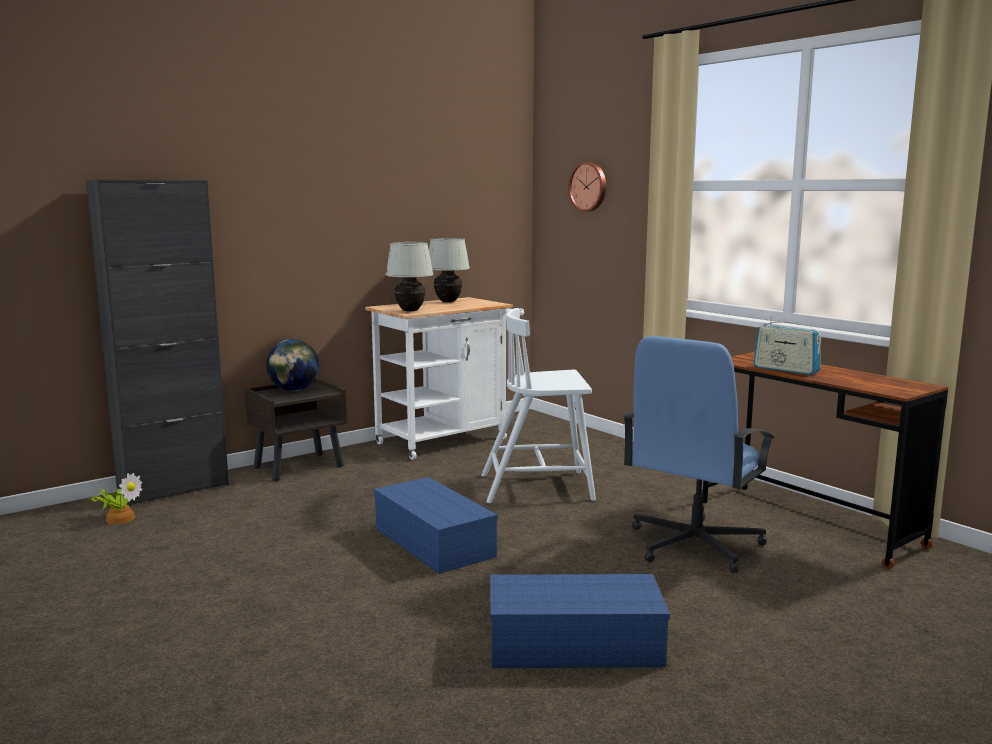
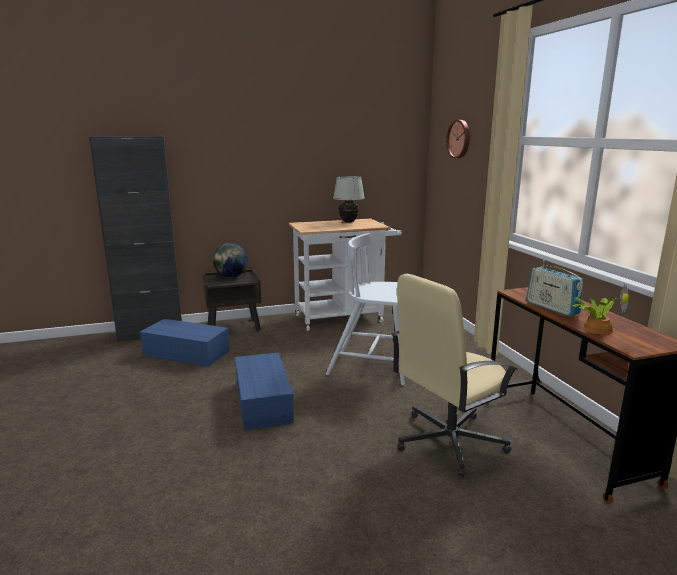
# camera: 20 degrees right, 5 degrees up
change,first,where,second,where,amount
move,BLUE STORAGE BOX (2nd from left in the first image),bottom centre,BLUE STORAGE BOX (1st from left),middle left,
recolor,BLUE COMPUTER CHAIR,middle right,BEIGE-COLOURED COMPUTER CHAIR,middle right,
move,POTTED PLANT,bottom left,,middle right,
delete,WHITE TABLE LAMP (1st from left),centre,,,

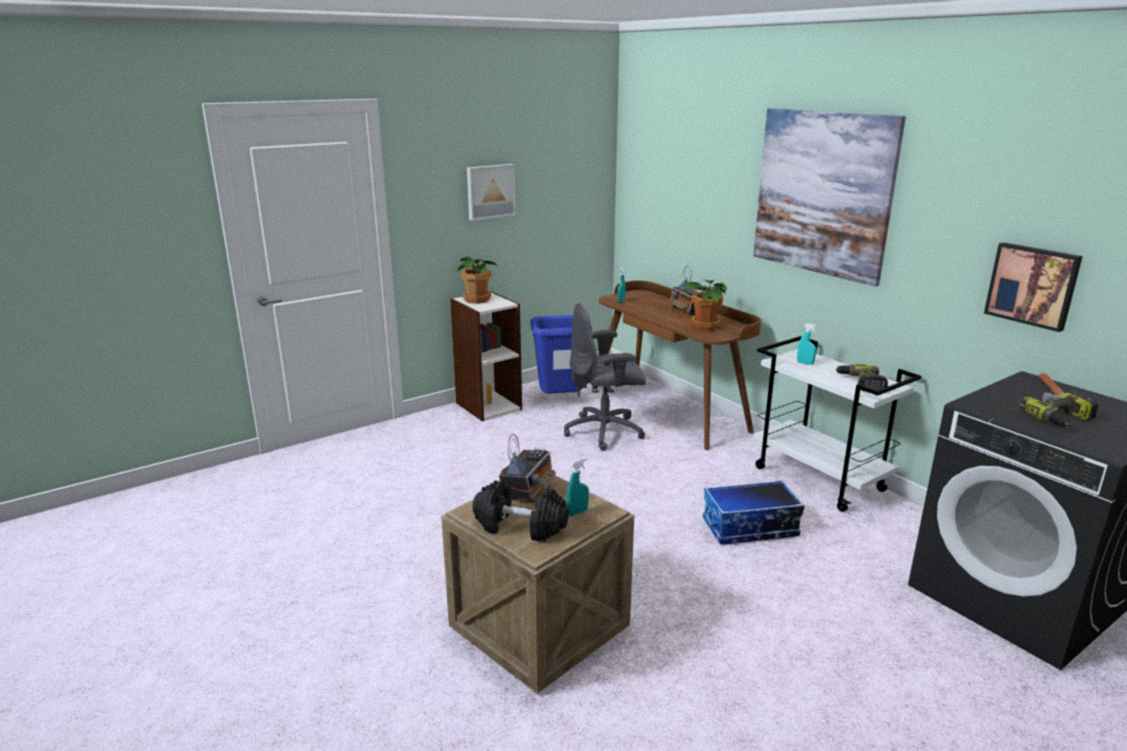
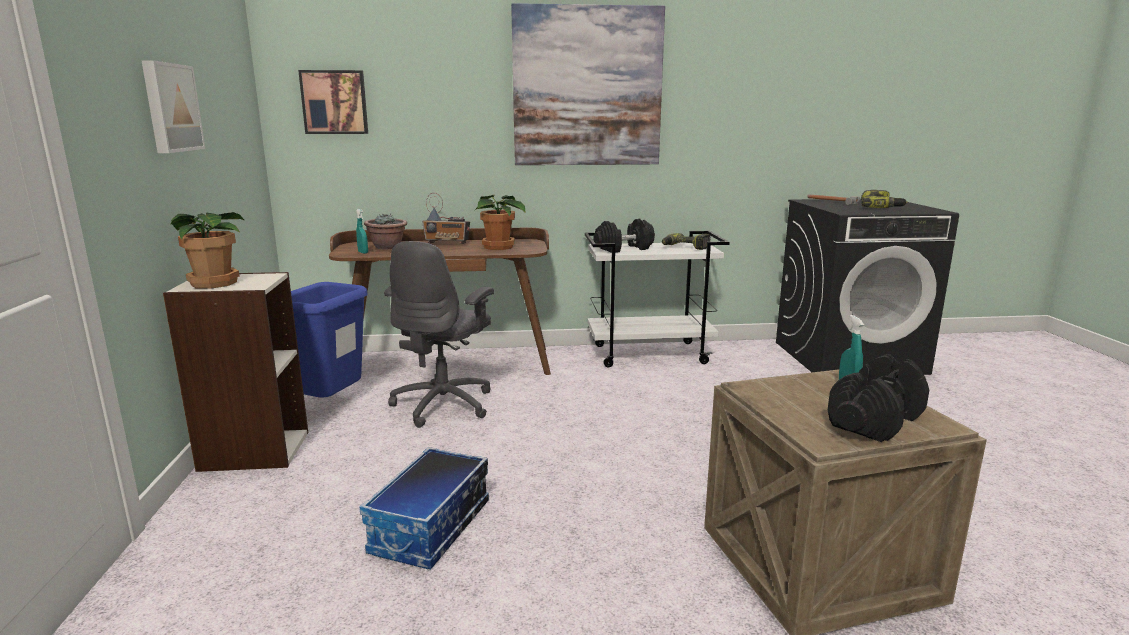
# camera: 60 degrees left, 5 degrees down
change,first,where,second,where,amount
move,WALL PICTURE (3rd from left in the first image),middle right,WALL PICTURE (2nd from left),top left,
move,STORAGE BOX,bottom right,,bottom centre,
insert,,,POTTED PLANT (2nd from left),centre,
replace,TURQUOISE-COLOURED SPRAY BOTTLE (3rd from left),middle right,BLACKISH DUMBBELL (1st from left),centre,
delete,RADIO (1st from left),centre,,,

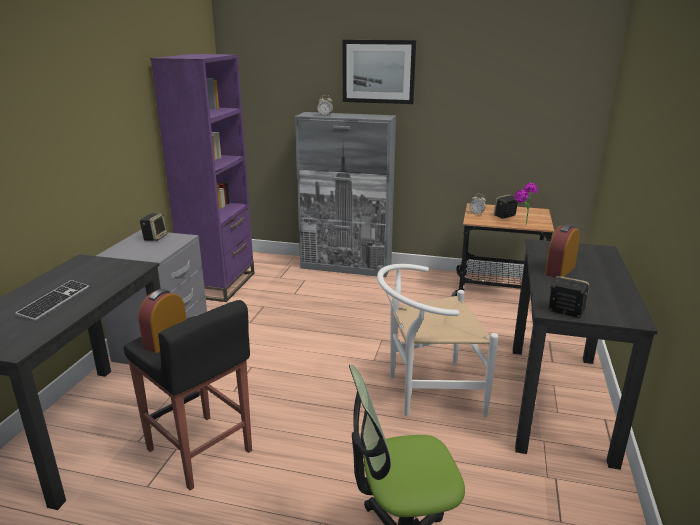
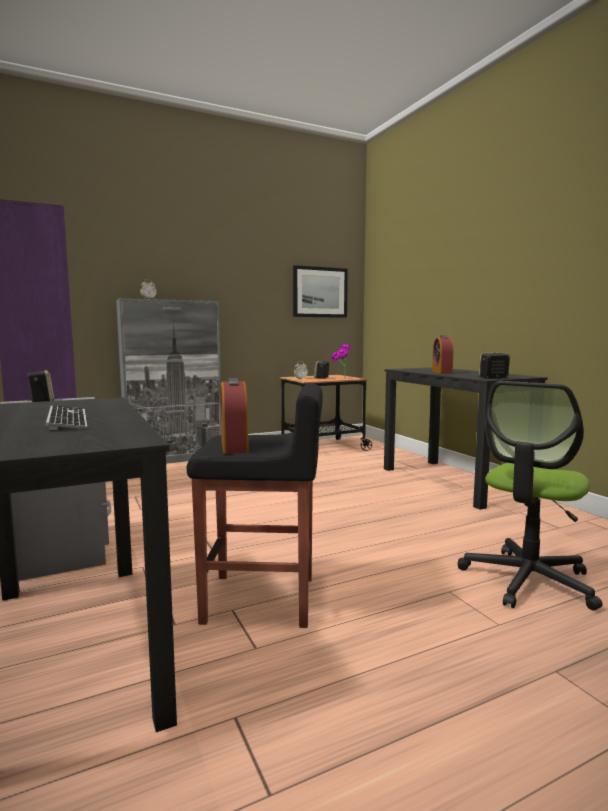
# camera: 40 degrees left, 15 degrees down
change,first,where,second,where,amount
move,WALL PICTURE,top centre,,centre,
delete,WHITE CHAIR,centre,,,

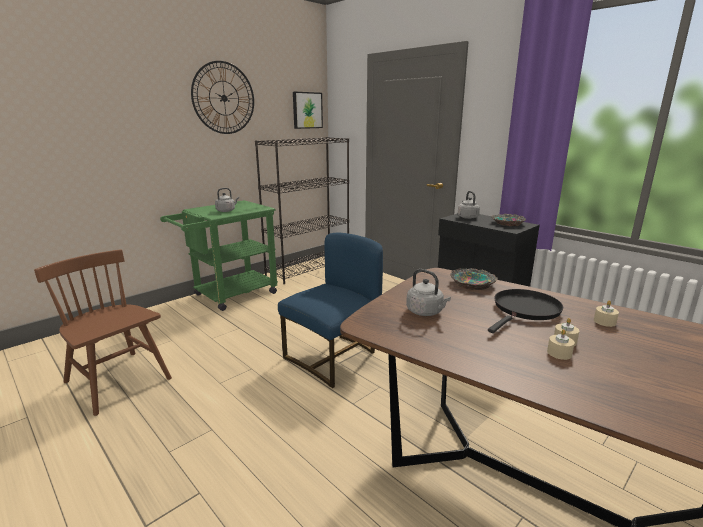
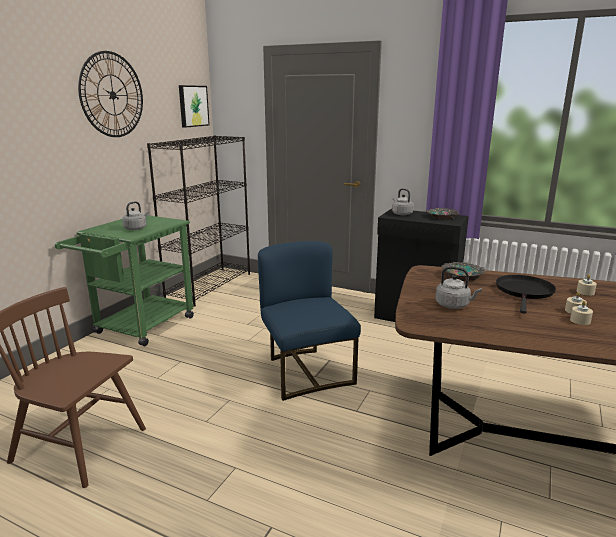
# camera: 20 degrees left, 0 degrees up
change,first,where,second,where,amount
rotate,BLUE CHAIR,centre,,centre,45 degrees counterclockwise

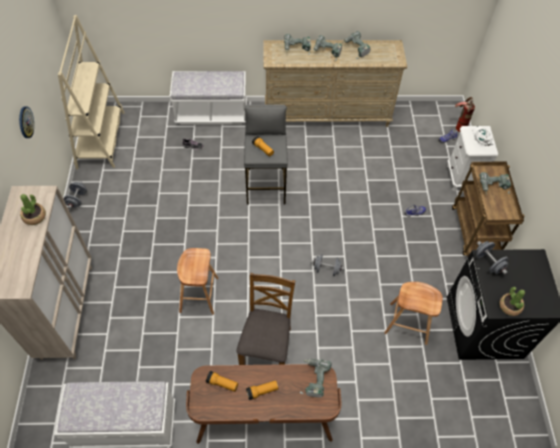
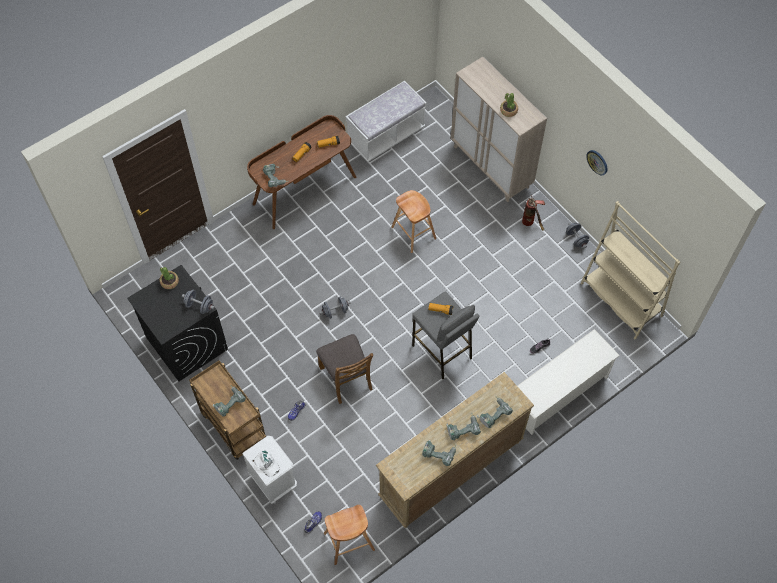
# camera: 145 degrees right, 5 degrees up
change,first,where,second,where,amount
move,BROWNISH CHAIR,bottom centre,,centre,
move,BROWNISH STOOL (2nd from left in the first image),bottom right,BROWNISH STOOL (1st from left),bottom centre,
replace,WHITE INDOOR BENCH (2nd from left),top centre,WHITE SHOE RACK,middle right,
move,FIRE EXTINGUISHER,top right,,middle right,

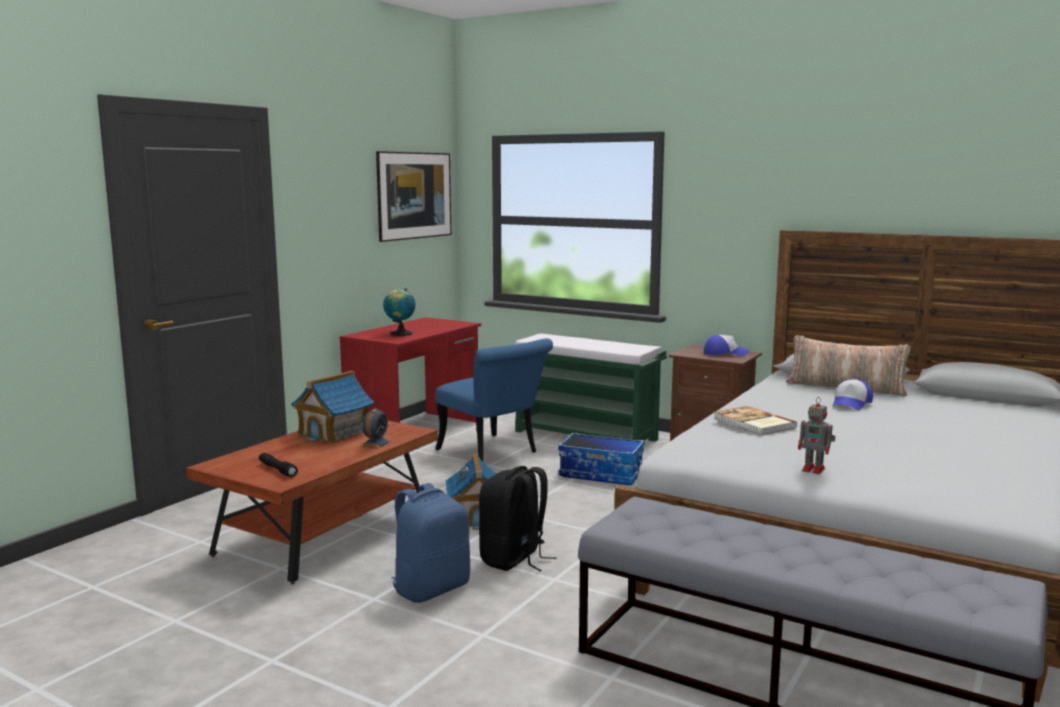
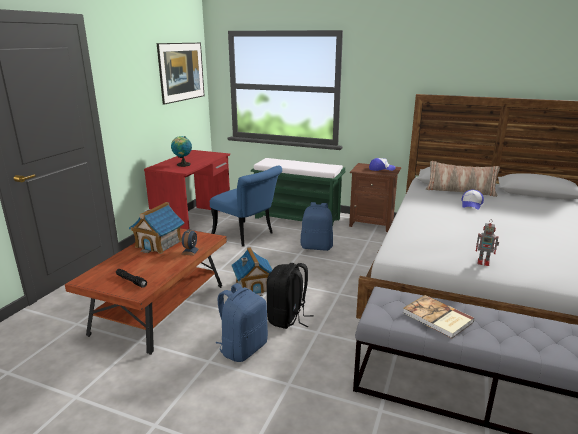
# camera: 10 degrees left, 10 degrees up
change,first,where,second,where,amount
replace,STORAGE BOX,centre,BLUE RUCKSACK (2nd from left),centre,
move,BOOK,middle right,,bottom right,

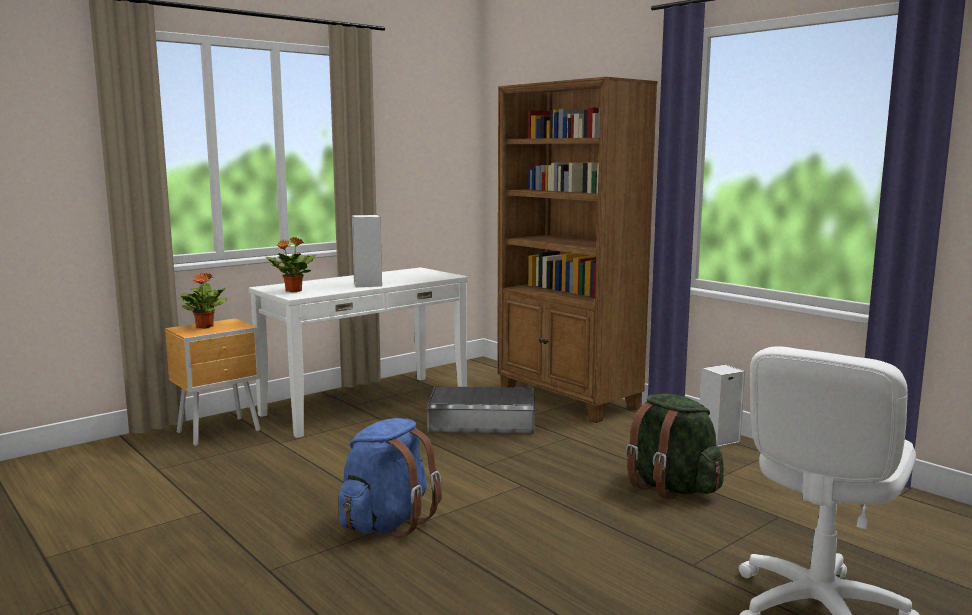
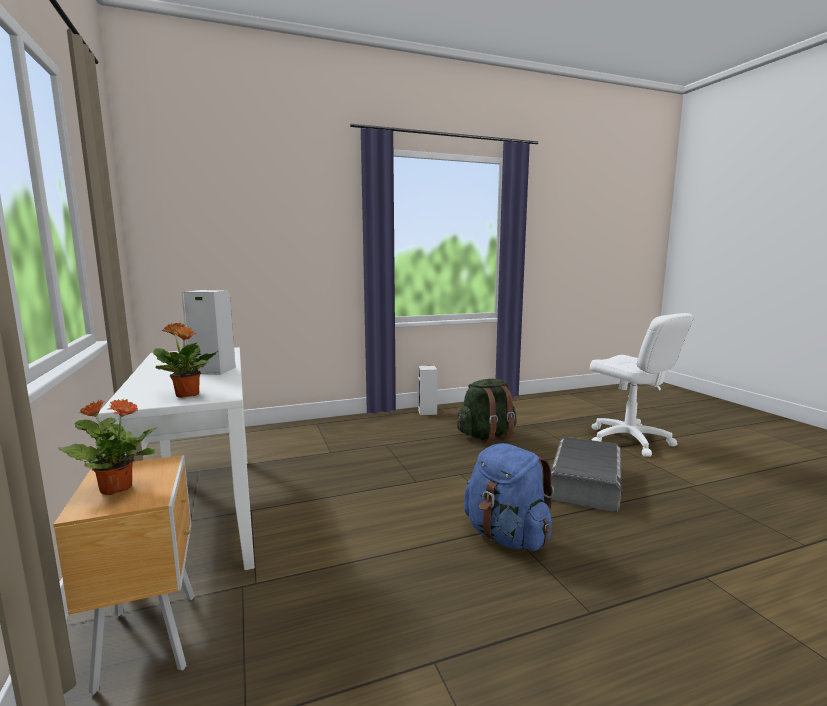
# camera: 70 degrees left, 0 degrees up
change,first,where,second,where,amount
move,GREYISH STORAGE BOX,bottom centre,,bottom right,
delete,BROWNISH BOOKSHELF,centre,,,

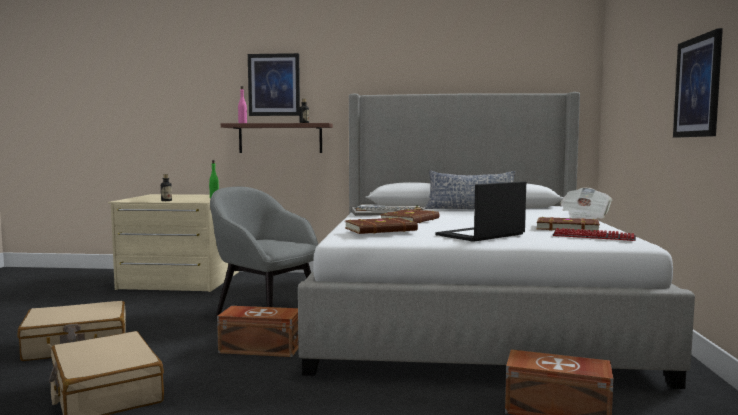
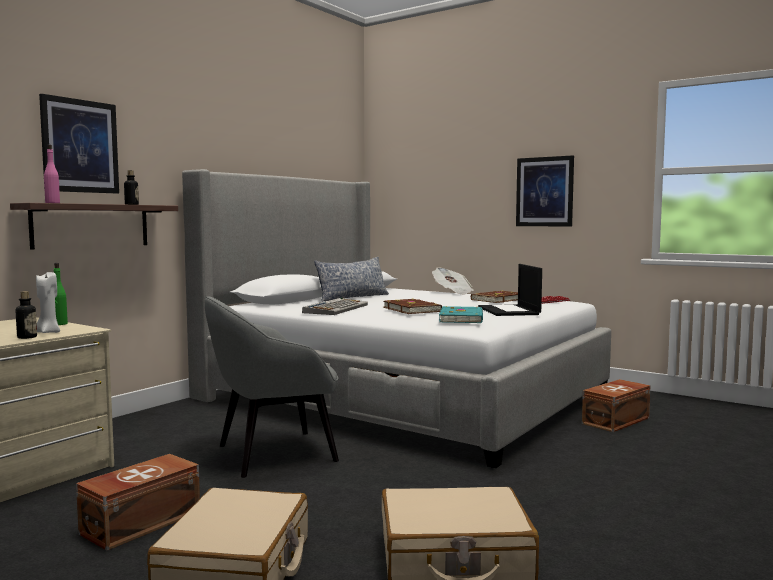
# camera: 60 degrees left, 0 degrees up
change,first,where,second,where,amount
insert,,,WHITE CANDLE,middle left,
move,BROWNISH STORAGE BOX (1st from left),bottom centre,,bottom left,
recolor,BROWNISH BOOK (1st from left),centre,TURQUOISE-COLOURED BOOK,centre,

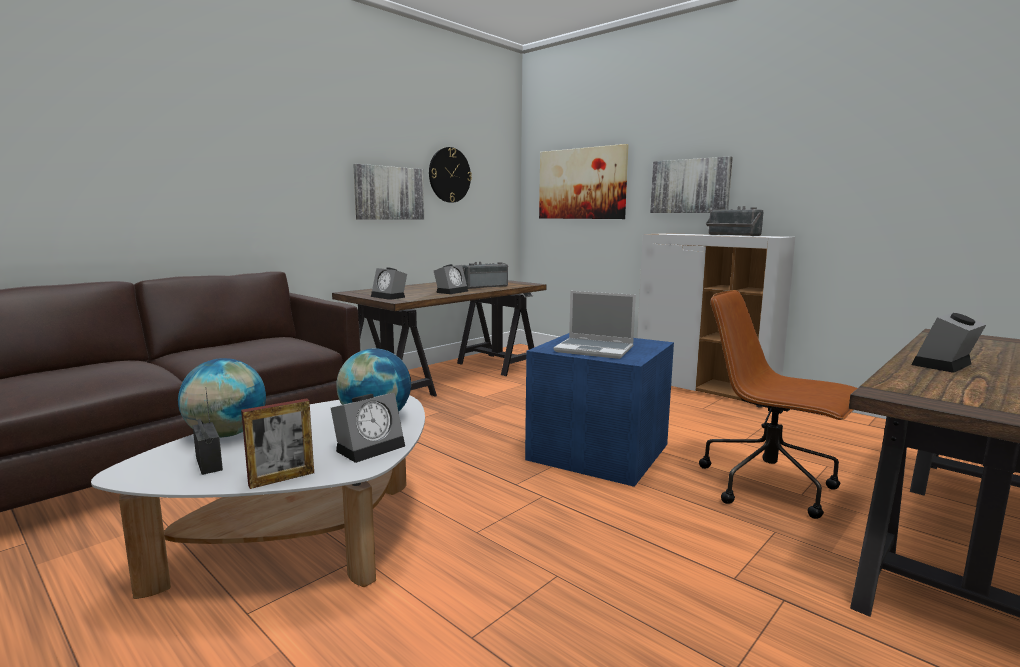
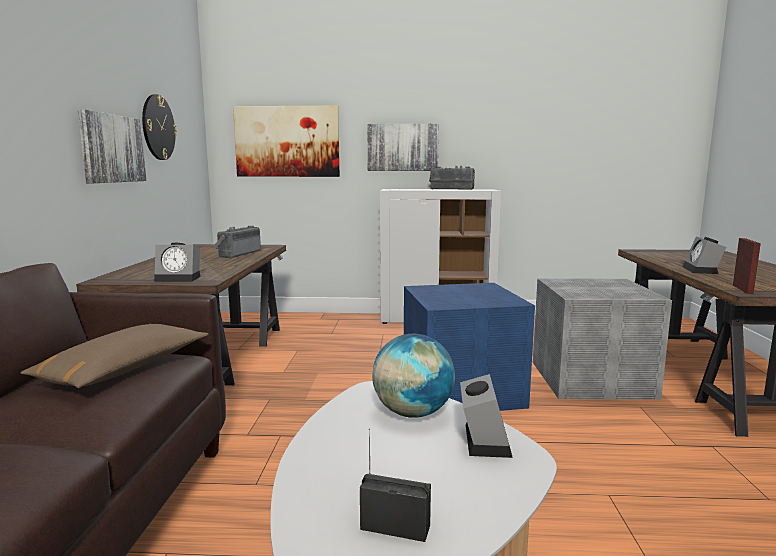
# camera: 40 degrees left, 0 degrees up
change,first,where,second,where,amount
insert,,,BROWNISH THROW PILLOW,middle left,
replace,BROWNISH COMPUTER CHAIR,middle right,GREYISH STORAGE BOX,middle right,
move,PHOTO FRAME,middle left,,middle right,
delete,GLOBE (1st from left),middle left,,,
delete,TABLE CLOCK (3rd from left),centre,,,
delete,LAPTOP,centre,,,

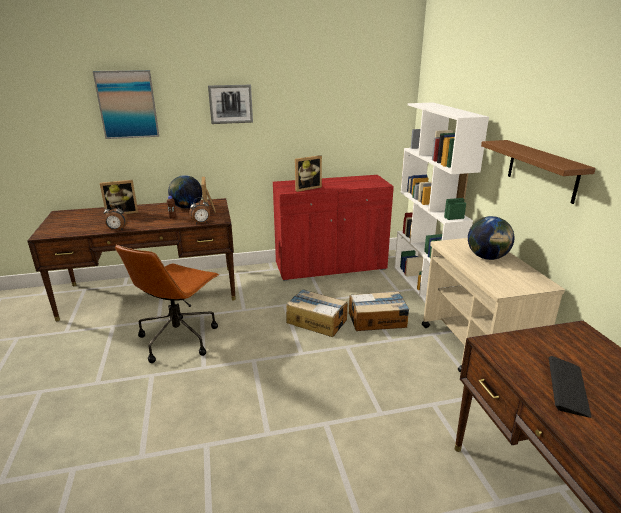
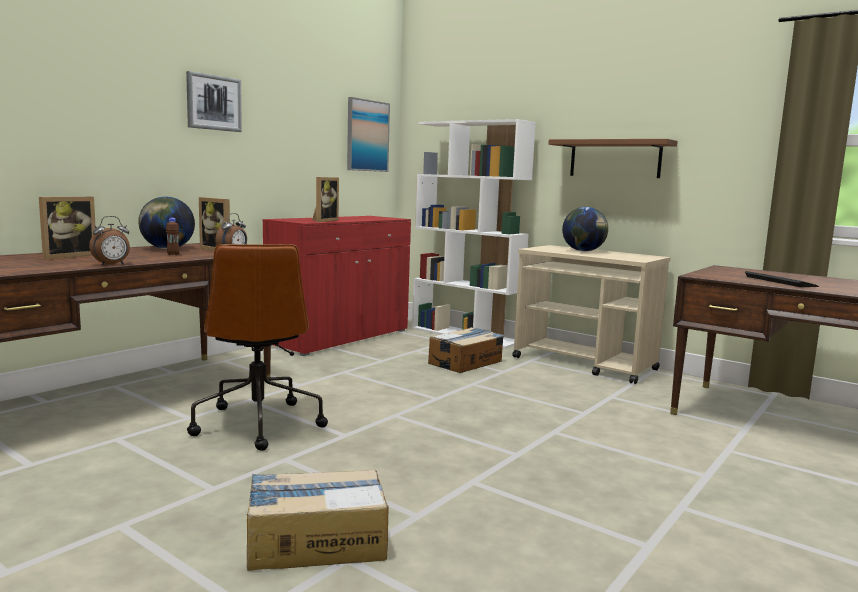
# camera: 40 degrees left, 15 degrees down
change,first,where,second,where,amount
move,CARDBOARD BOX (1st from left),centre,,bottom centre,
move,WALL PICTURE (1st from left in the first image),top left,WALL PICTURE (2nd from left),top centre,

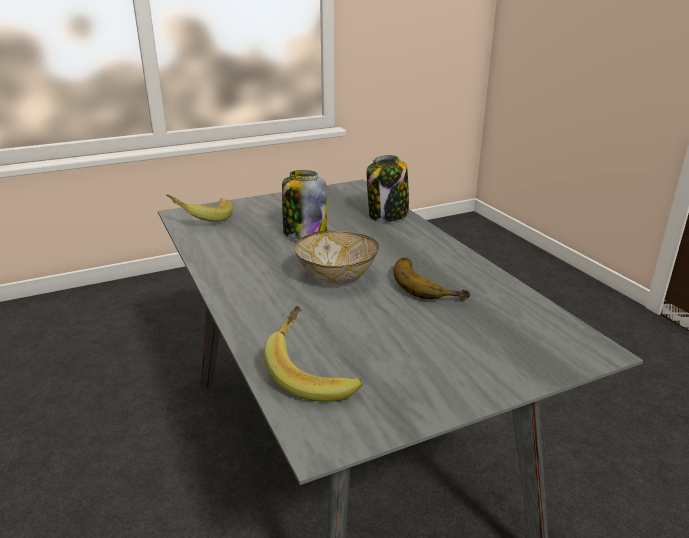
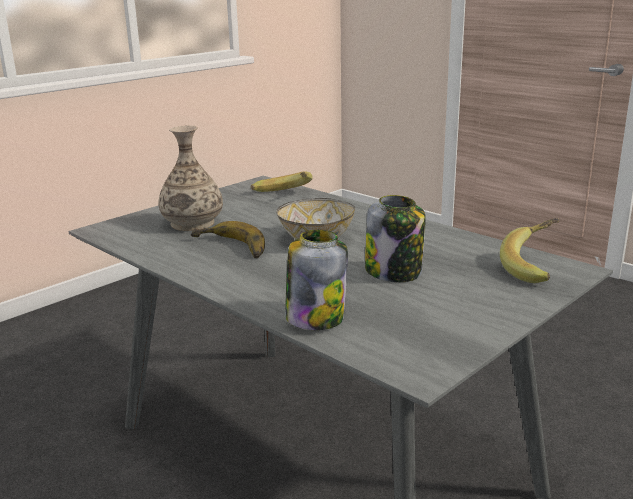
# camera: 160 degrees right, 5 degrees down
change,first,where,second,where,amount
insert,,,FLOWER VASE,middle left,

